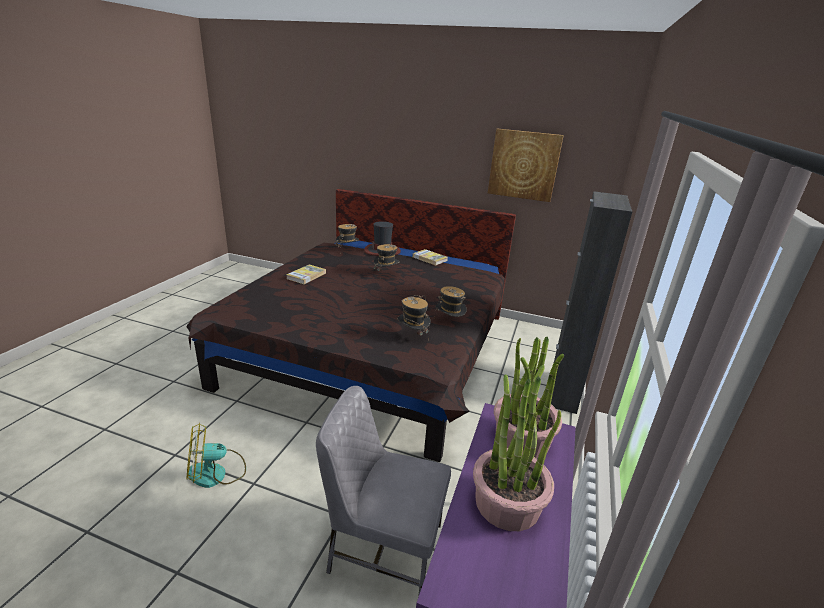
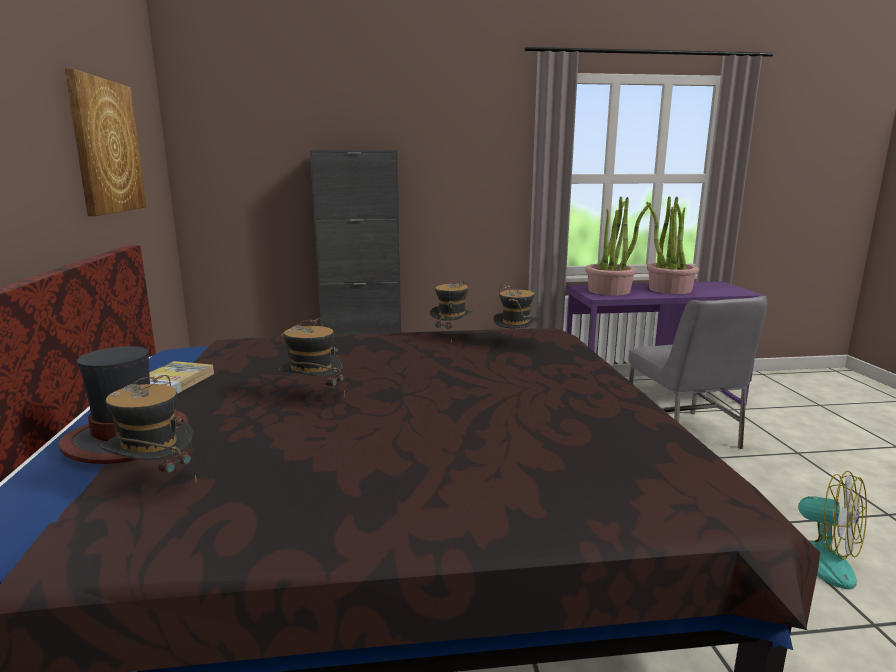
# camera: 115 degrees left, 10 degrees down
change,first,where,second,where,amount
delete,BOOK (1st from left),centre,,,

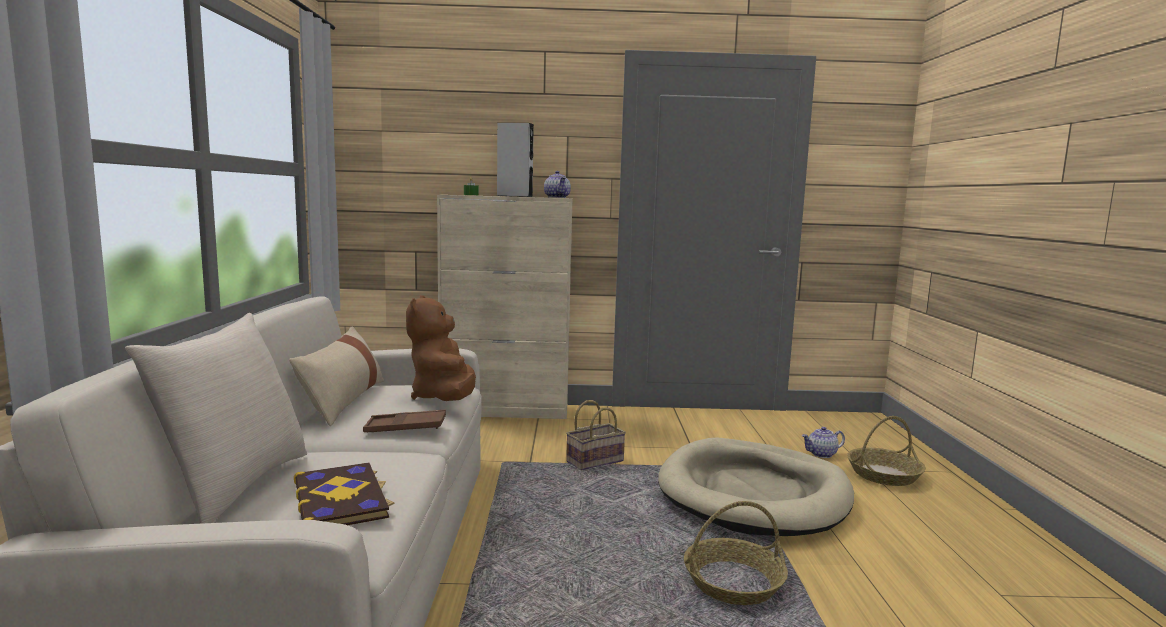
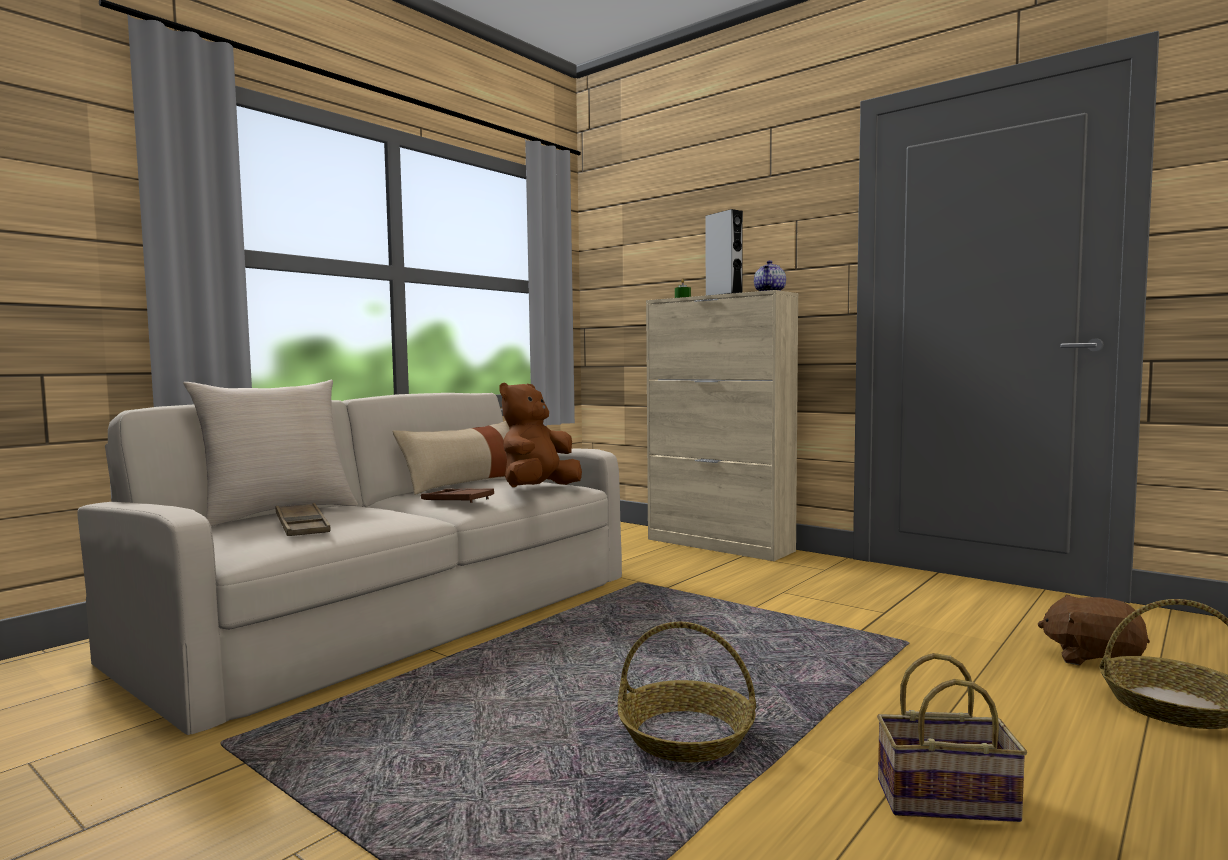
# camera: 40 degrees right, 5 degrees down
change,first,where,second,where,amount
replace,BOOK,bottom left,BROWNISH CARRYING TRAY (1st from left),middle left,
move,STORAGE BASKET (1st from left in the first image),bottom centre,STORAGE BASKET (2nd from left),bottom right,
replace,POT FOR TEA (2nd from left),bottom right,BROWNISH SOFT TOY (2nd from left),bottom right,
delete,BEIGE-COLOURED DOG BED,bottom centre,,,

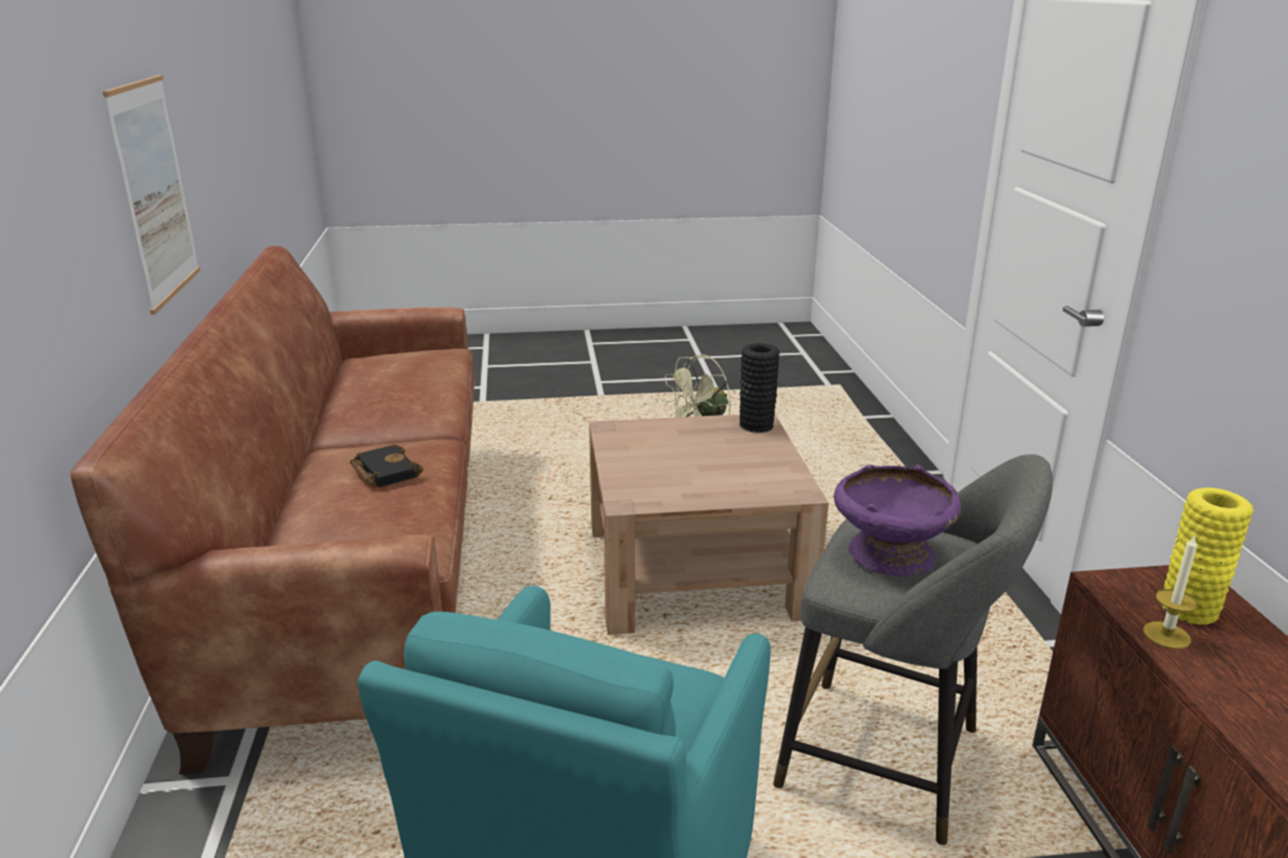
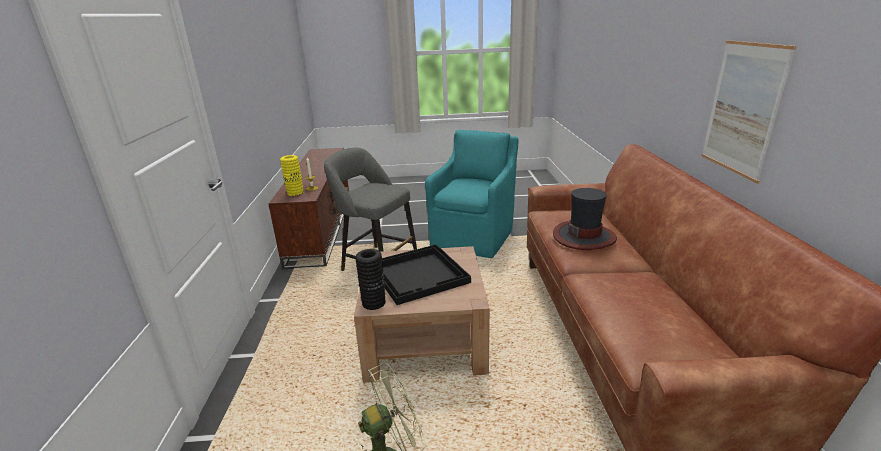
# camera: 175 degrees left, 0 degrees up
change,first,where,second,where,amount
insert,,,BLACKISH CARRYING TRAY,centre,
replace,BLACKISH BOOK,middle left,WEARABLE HAT,centre,
delete,PURPLE-COLOURED SERVING BOWL,middle right,,,

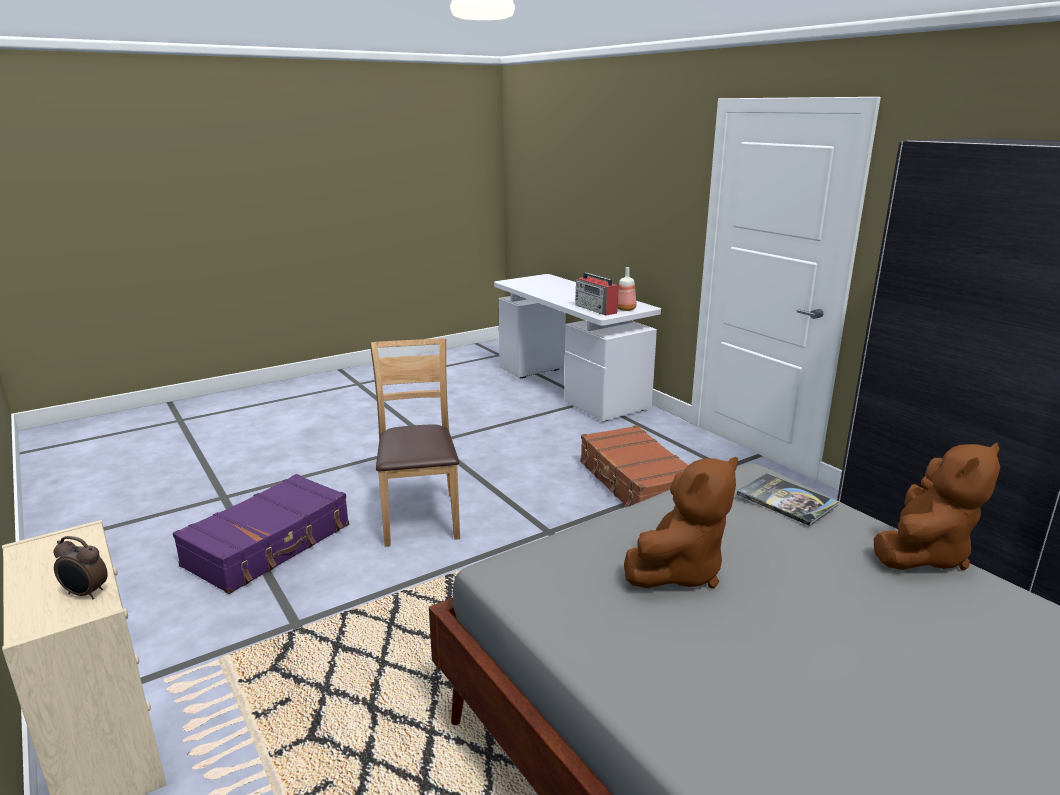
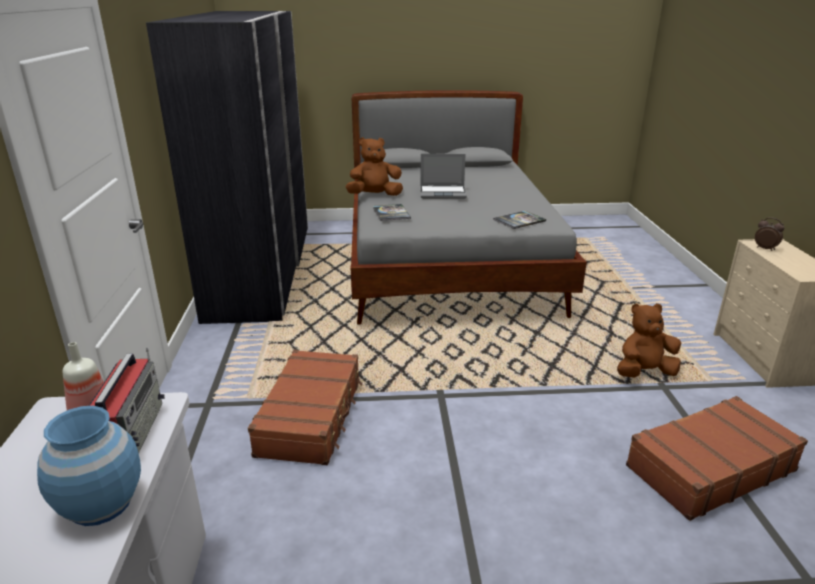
# camera: 150 degrees left, 5 degrees up
change,first,where,second,where,amount
insert,,,BLUE FLOWER VASE,bottom left,
insert,,,LAPTOP,top centre,
insert,,,BOOK (2nd from left),centre,
move,BROWNISH SOFT TOY (1st from left in the first image),centre,BROWNISH SOFT TOY (2nd from left),middle right,
recolor,PURPLE-COLOURED PIECE OF LUGGAGE,bottom left,BROWNISH PIECE OF LUGGAGE (2nd from left),bottom right,
delete,BROWNISH CHAIR,centre,,,

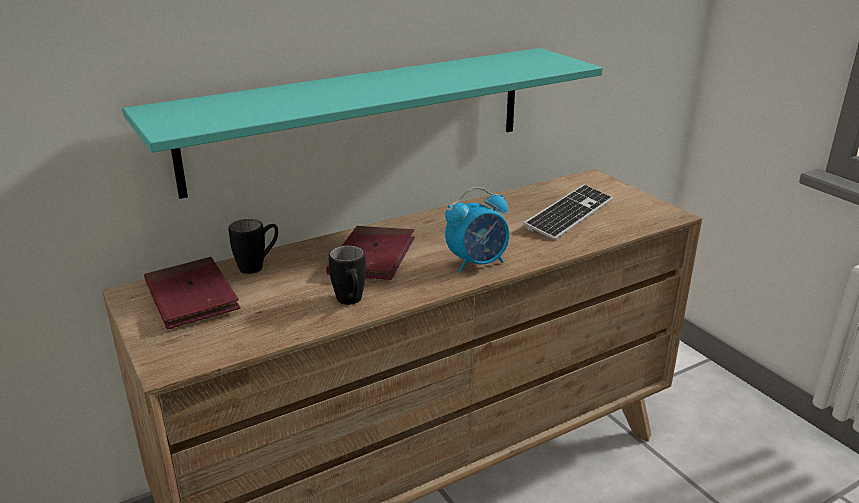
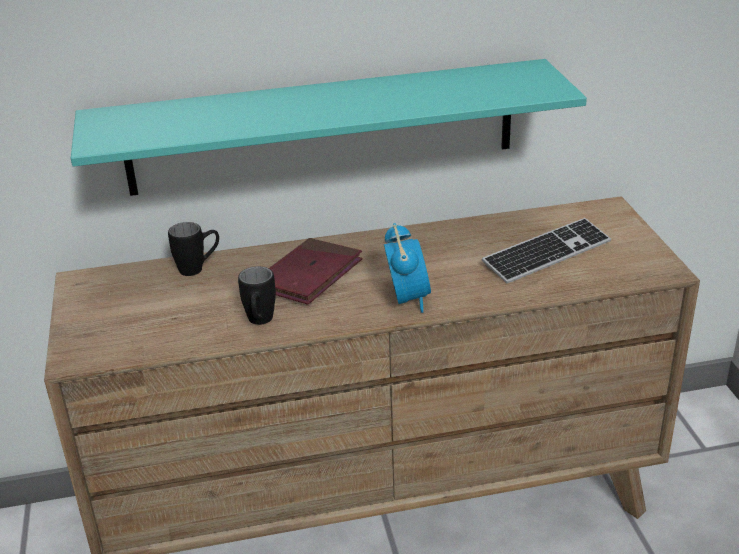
# camera: 20 degrees right, 5 degrees up
change,first,where,second,where,amount
rotate,TABLE CLOCK,centre,,centre,90 degrees counterclockwise
delete,REDDISH BOOK (1st from left),middle left,,,

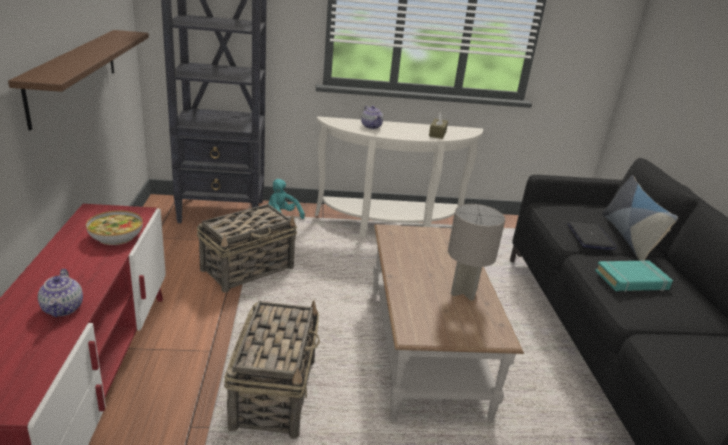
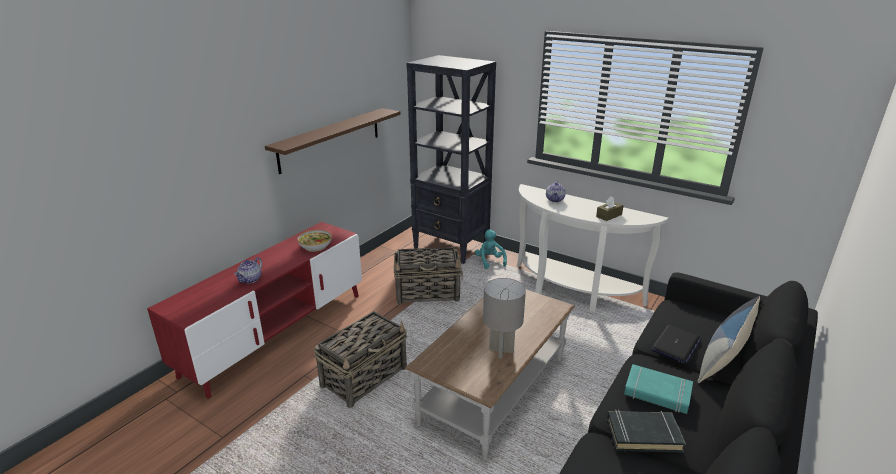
# camera: 40 degrees right, 0 degrees up
change,first,where,second,where,amount
insert,,,BLACKISH BOOK,bottom right,

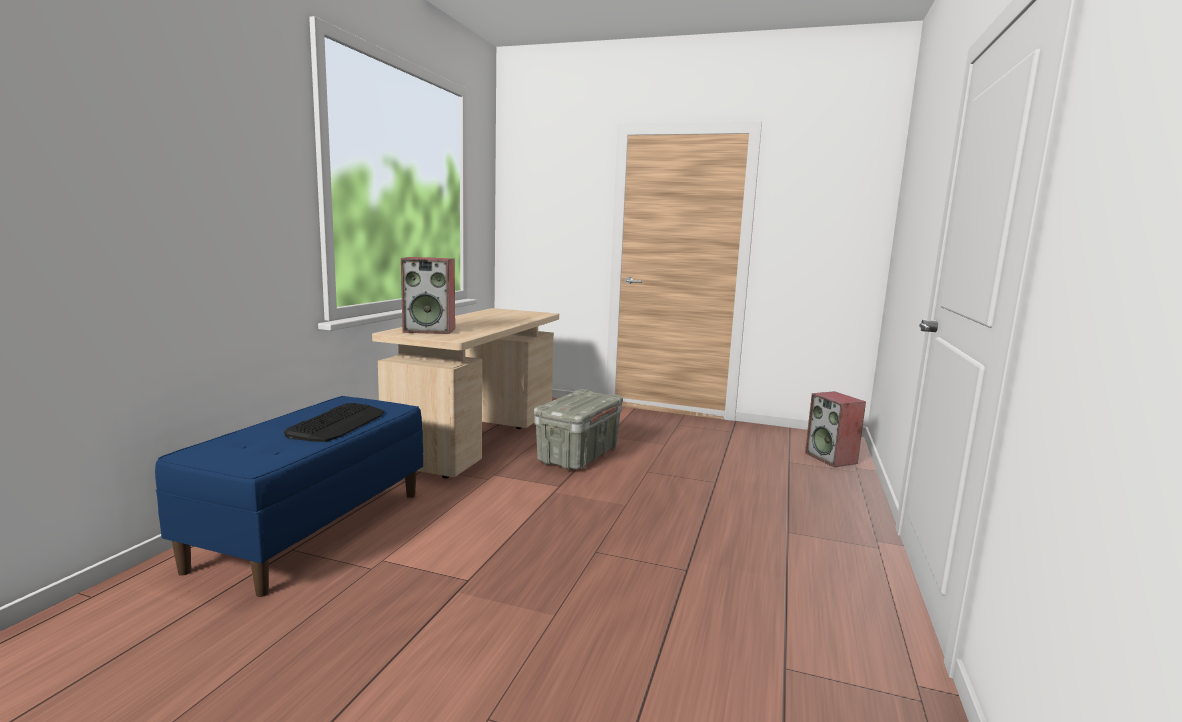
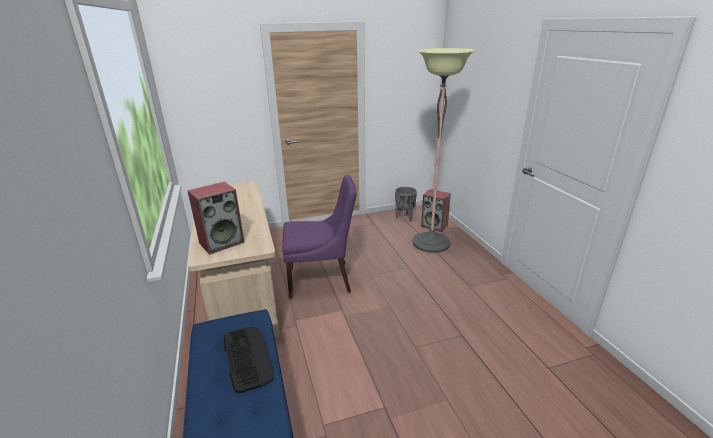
# camera: 35 degrees left, 15 degrees up
change,first,where,second,where,amount
replace,GREYISH STORAGE BOX,centre,PURPLE-COLOURED CHAIR,centre,
insert,,,GREYISH FLOWER POT,centre,
insert,,,STANDING LAMP,centre,

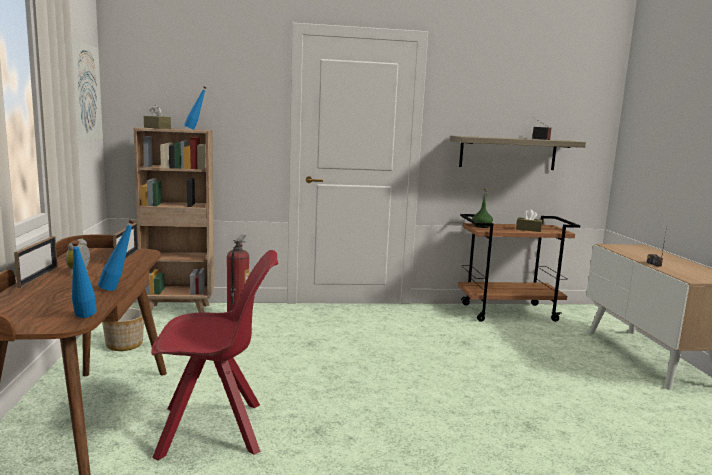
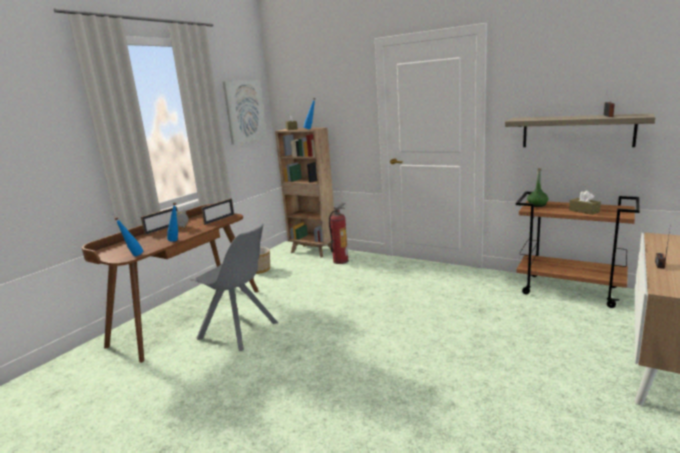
# camera: 40 degrees right, 5 degrees up
change,first,where,second,where,amount
recolor,REDDISH CHAIR,bottom left,GREYISH CHAIR,centre,

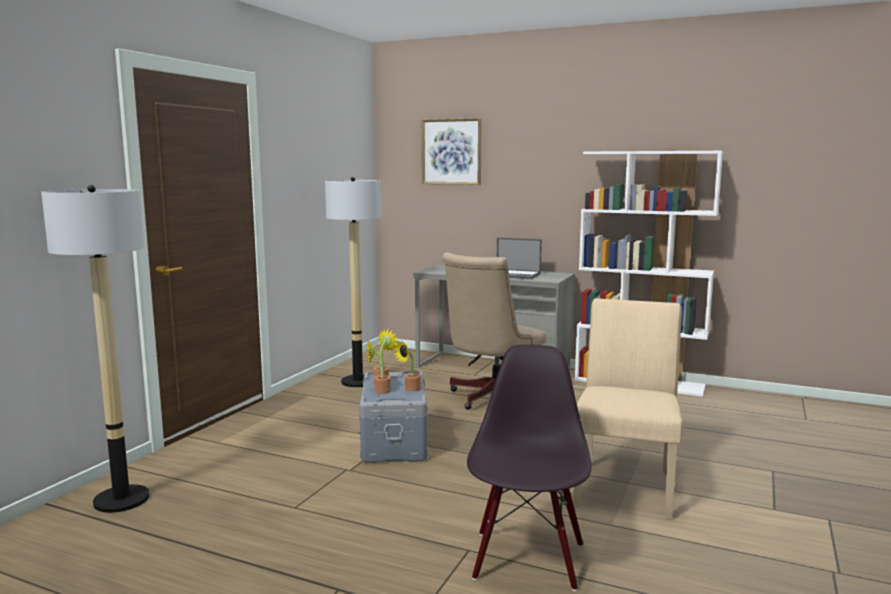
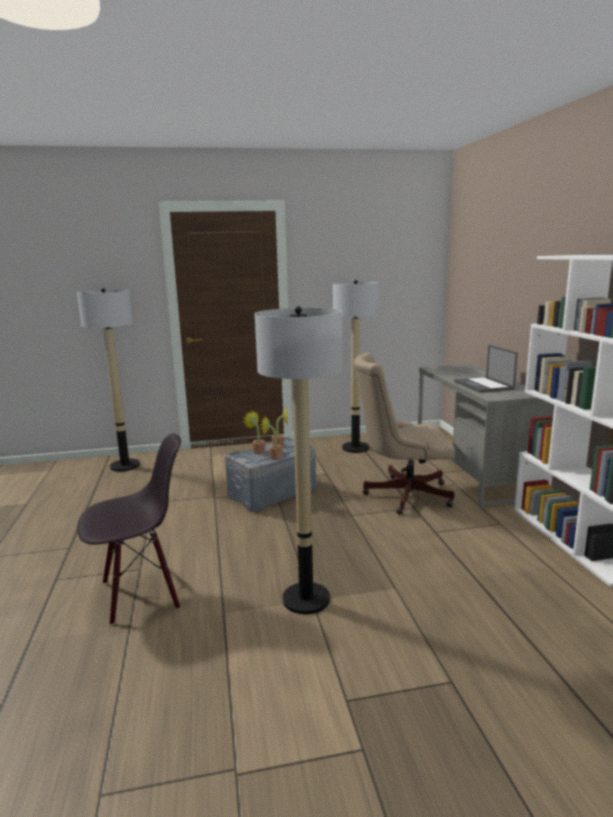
# camera: 55 degrees right, 5 degrees up
change,first,where,second,where,amount
replace,BEIGE-COLOURED CHAIR,bottom right,STANDING LAMP (2nd from left),centre,
delete,WALL PICTURE,top centre,,,

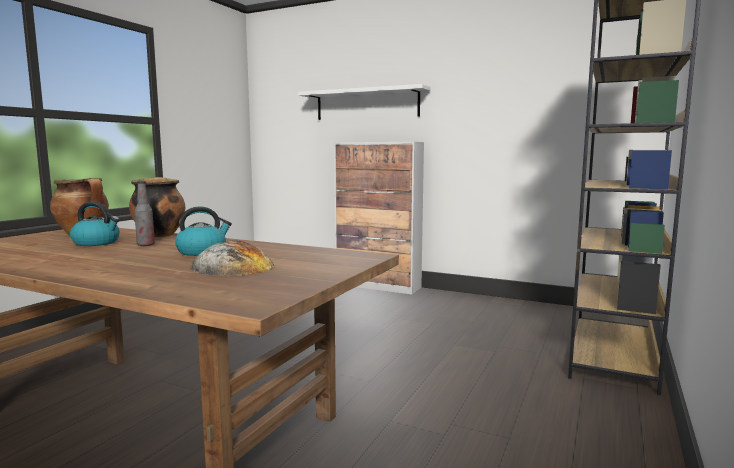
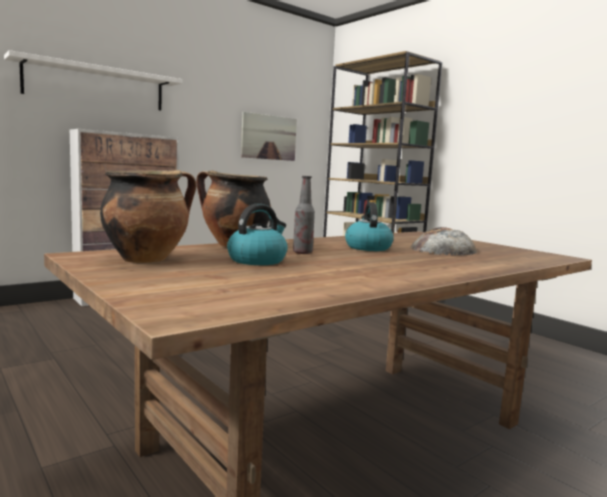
# camera: 65 degrees left, 0 degrees up
change,first,where,second,where,amount
insert,,,WALL PICTURE,top centre,

